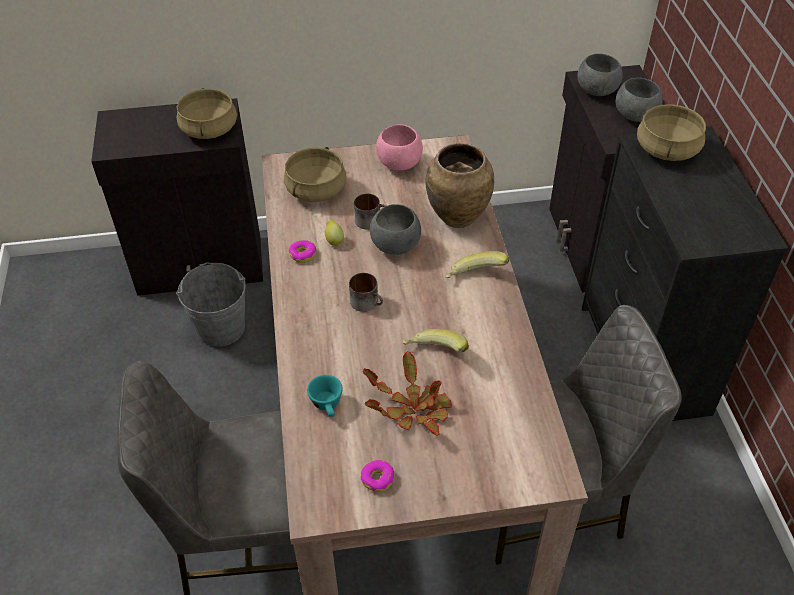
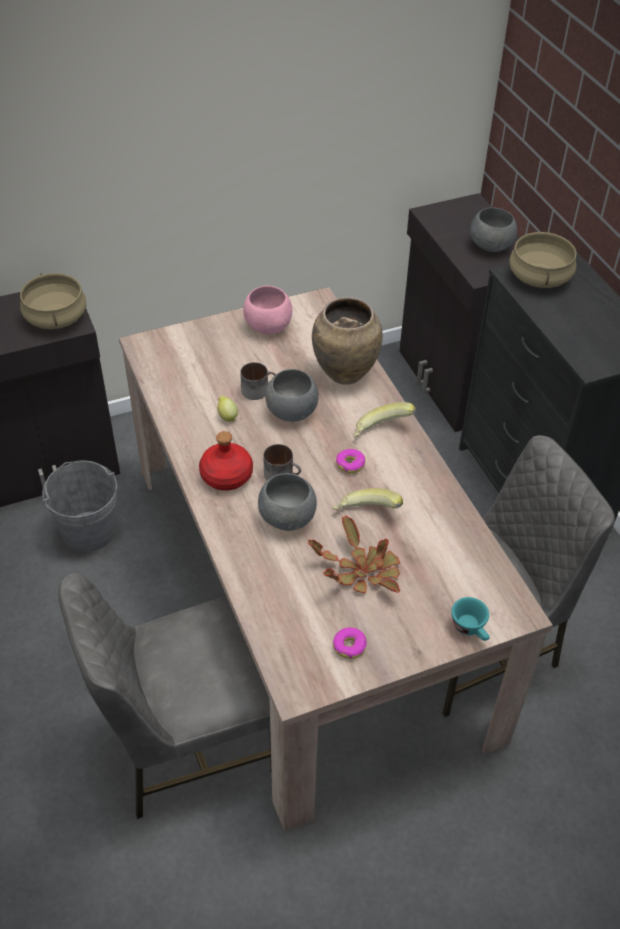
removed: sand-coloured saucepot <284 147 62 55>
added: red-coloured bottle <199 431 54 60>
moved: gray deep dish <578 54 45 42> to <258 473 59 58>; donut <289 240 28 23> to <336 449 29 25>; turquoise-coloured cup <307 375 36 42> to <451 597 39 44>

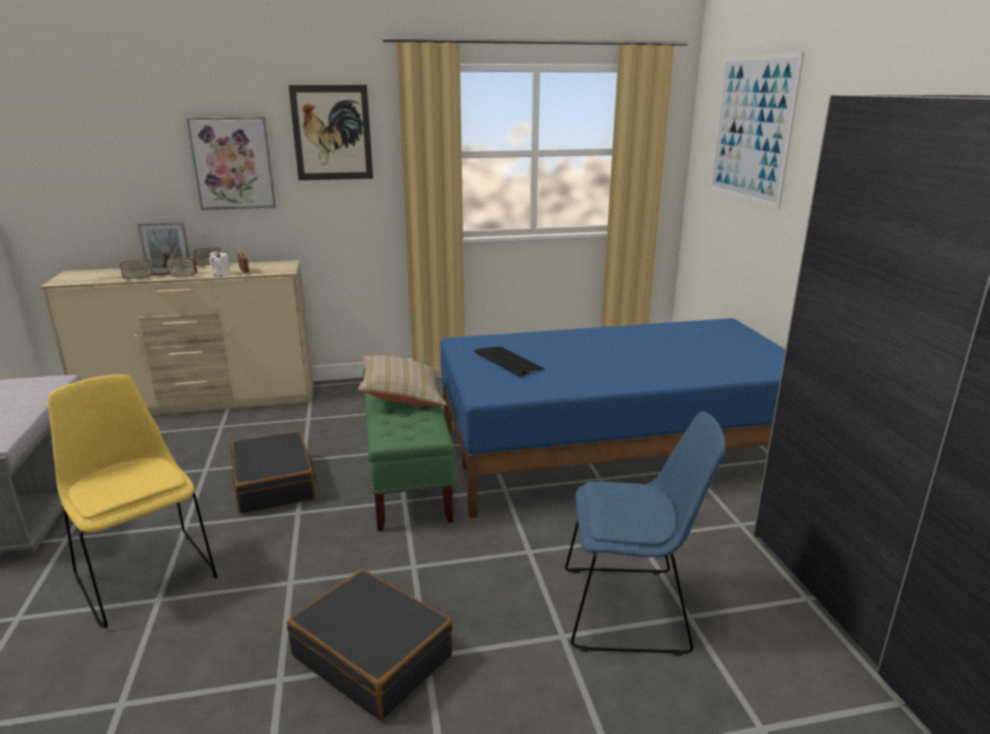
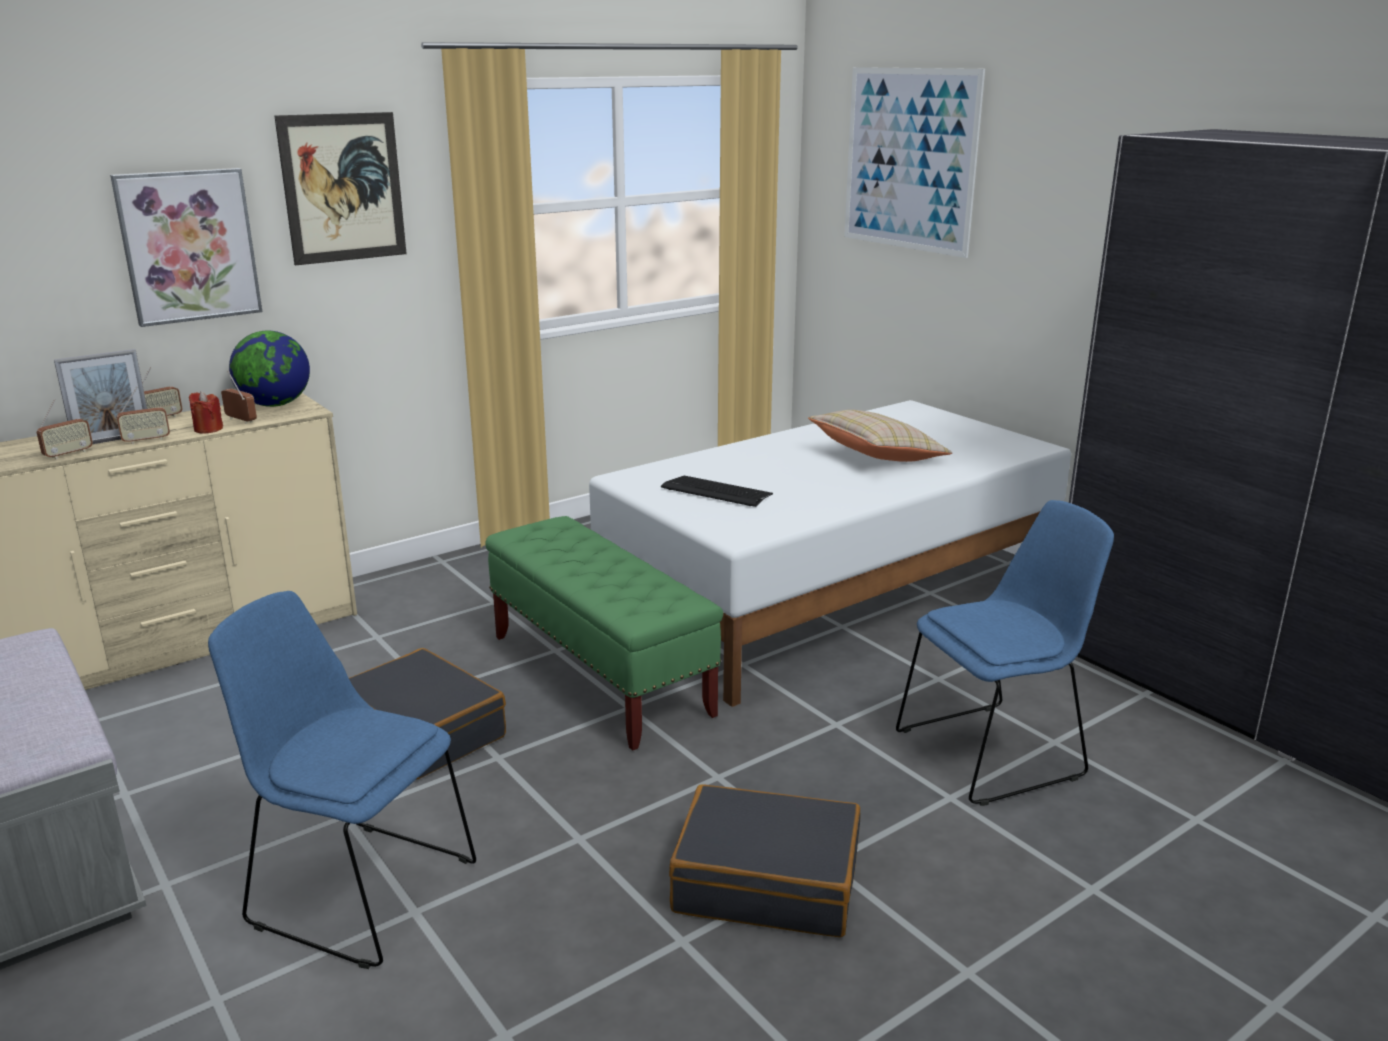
added: world globe <229 331 81 76>
moved: sand-coloured cushion <358 355 89 51> to <808 410 144 52>
recoloured: white wax light <209 251 22 26> to red-coloured wax light <189 391 34 43>; bluish bedroom bed <440 318 345 200> to white bedroom bed <589 400 482 307>; yellowish upright chair <48 374 170 254> to bluish upright chair <208 591 268 378>

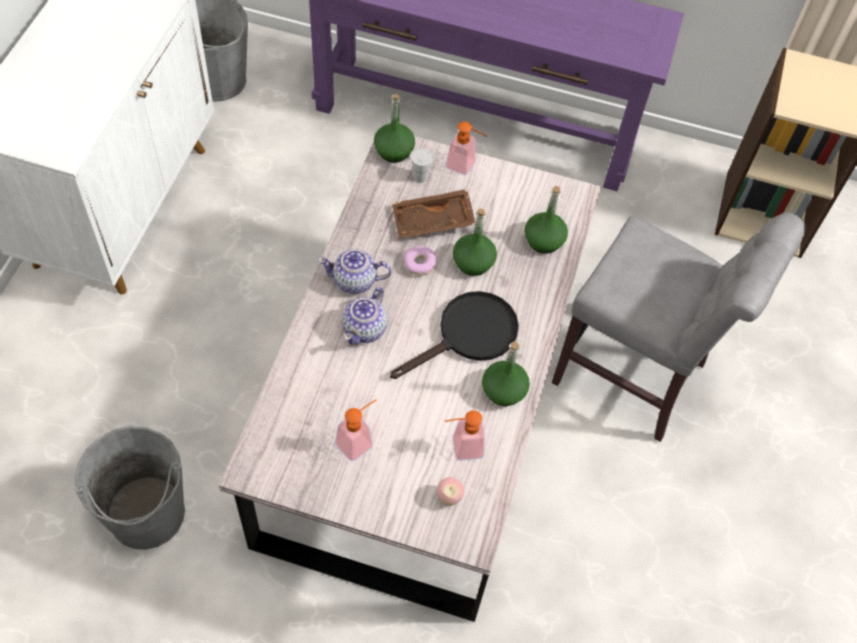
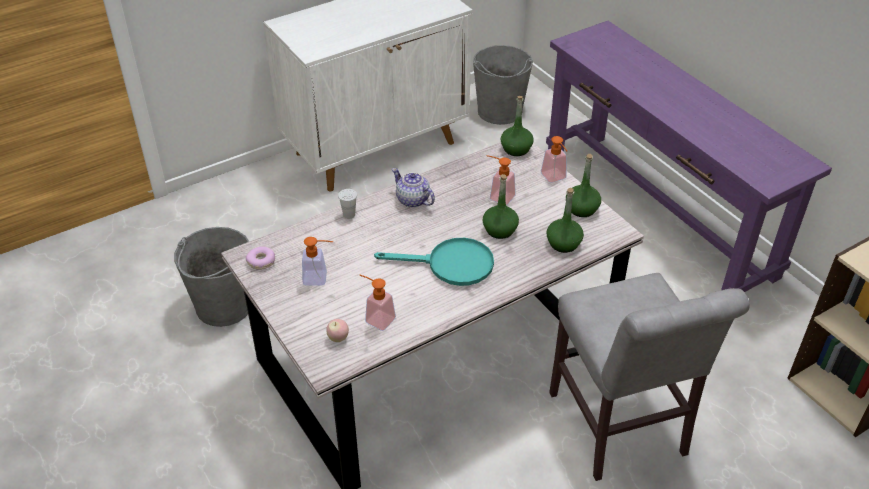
removed: tea pot <342 287 45 58>
moved: white cup <410 148 23 35> to <338 189 19 30>; donut <403 246 34 30> to <246 247 29 23>; green bottle <482 341 48 65> to <566 154 35 63>
replaced: brownish serving tray <392 189 84 50> to liquid soap bottle <487 155 29 50>
recoloured: black-coloured frying pan <390 291 129 88> to turquoise-coloured frying pan <374 238 120 48>

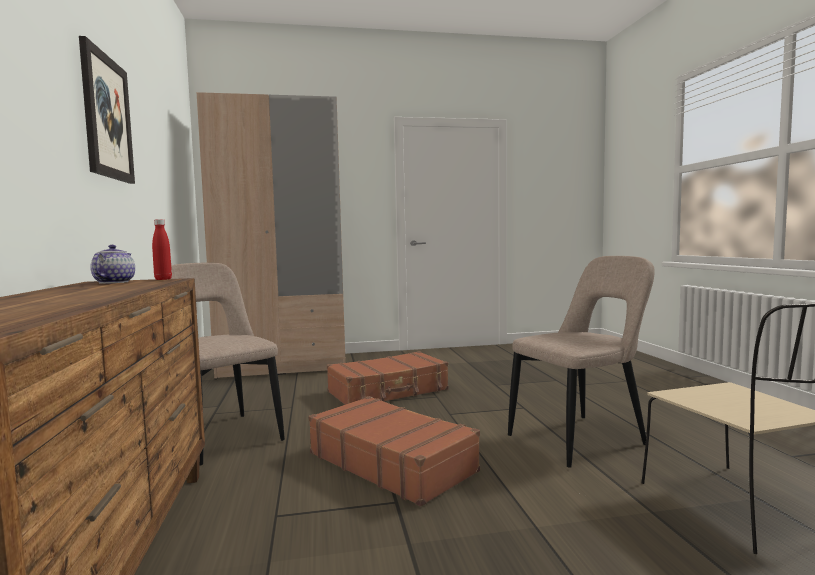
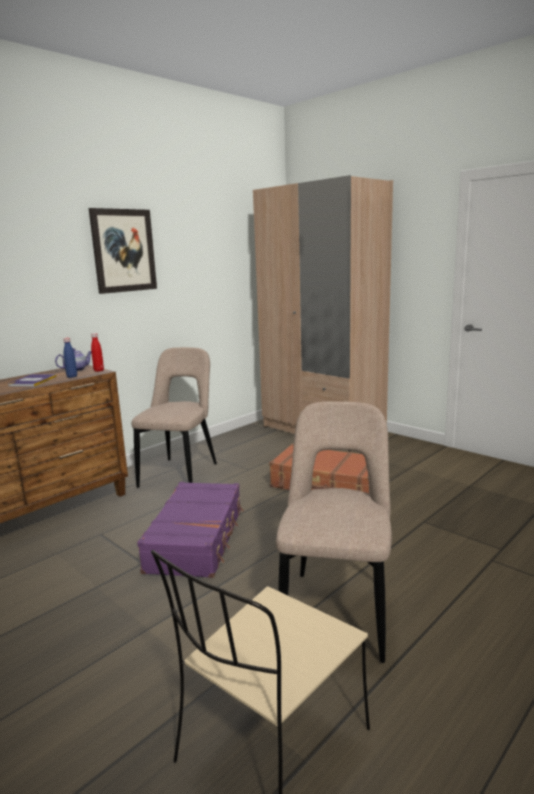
added: bluish bottle <64 338 13 40>; book <8 374 49 13>
recoloured: brownish travel case <308 396 172 111> to purple travel case <137 482 107 96>
turned: sand-coloured upright chair <508 256 147 211> = <276 401 116 262> 105 degrees counterclockwise

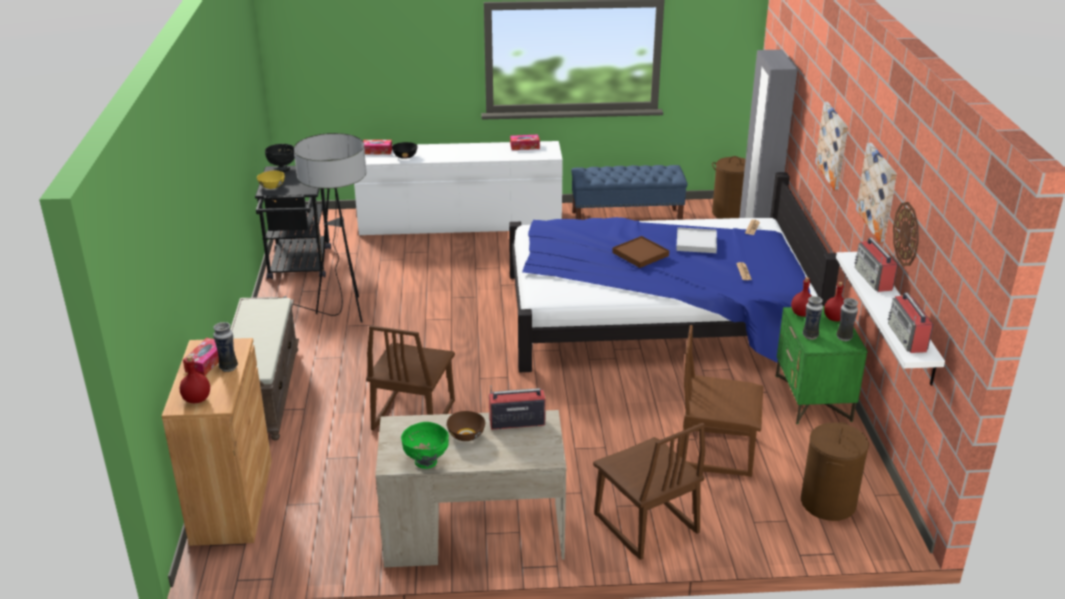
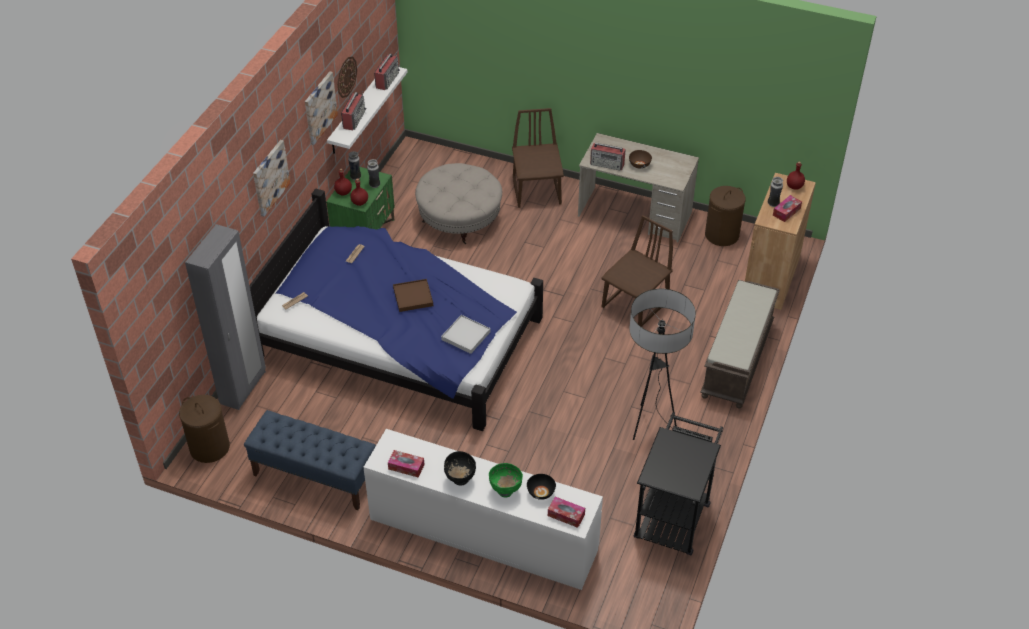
removed: yellowish deep dish <257 171 28 18>
moved: black-coloured deep dish <265 144 30 28> to <444 451 32 35>; white serving tray <676 227 41 26> to <441 315 50 39>; green deep dish <401 422 48 47> to <489 463 34 34>; brownish hamper <801 422 68 99> to <705 186 41 60>
replaced: brownish upright chair <680 325 83 152> to sand-coloured footrest <415 163 87 81>

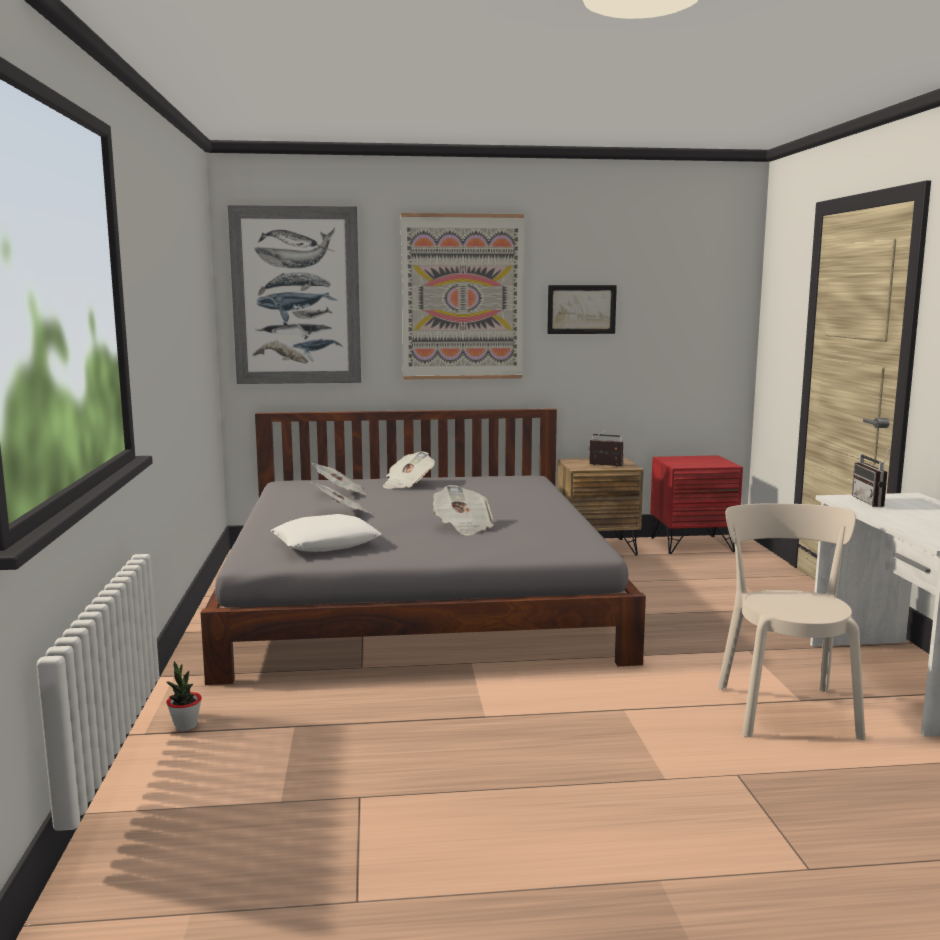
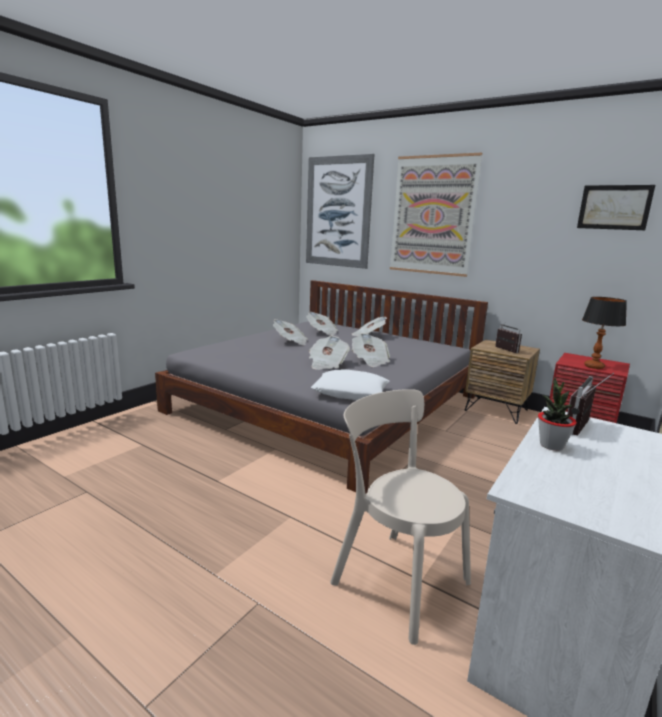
added: table lamp <582 297 45 72>; newspaper <352 333 38 34>
moved: picture <547 285 70 49> to <577 185 78 45>; white cushion <271 514 110 38> to <311 369 79 31>; houseplant <166 661 36 70> to <538 378 39 73>
turned: sand-coloured upright chair <717 503 148 237> = <330 389 141 256> 90 degrees counterclockwise

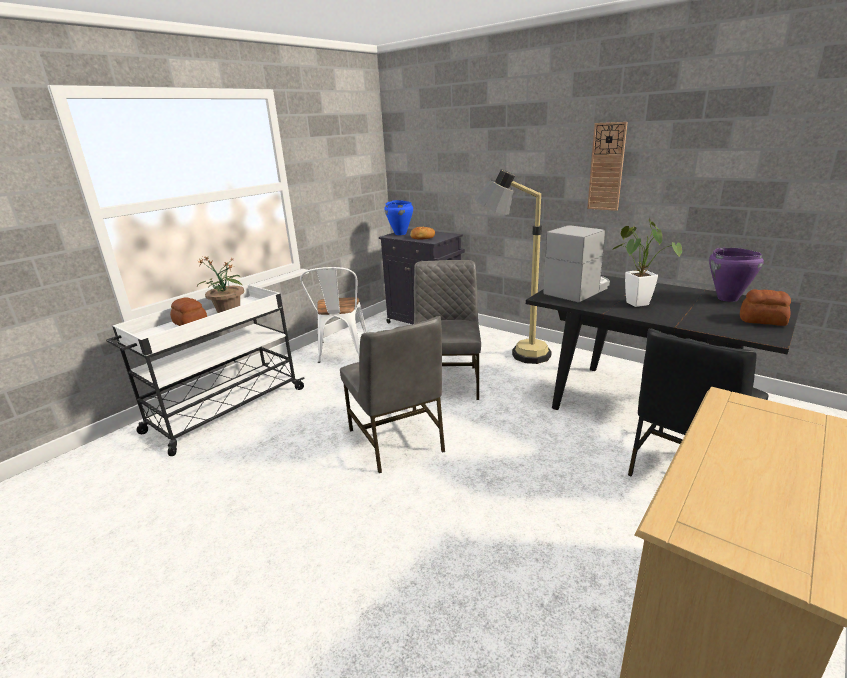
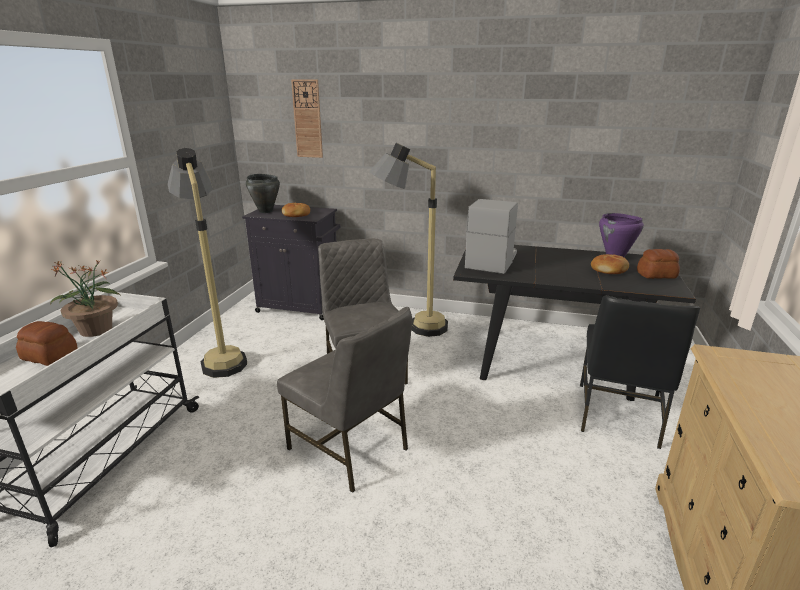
removed: houseplant <611 219 71 88>
added: bread <591 254 38 20>
moved: wall clock <587 122 41 89> to <291 80 32 78>
replaced: white upright chair <300 267 67 96> to floor lamp <167 148 80 230>
recoloured: bluish saucepot <384 200 29 35> to black-coloured saucepot <246 174 34 39>

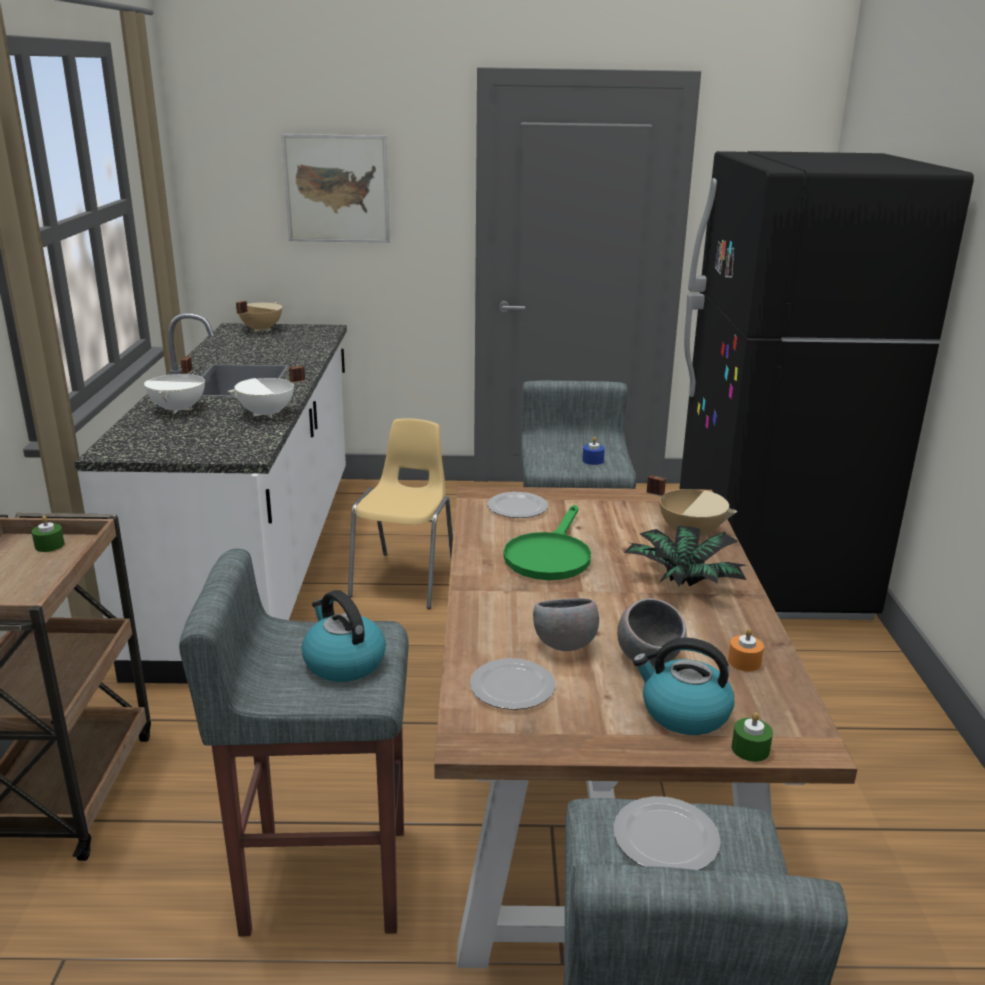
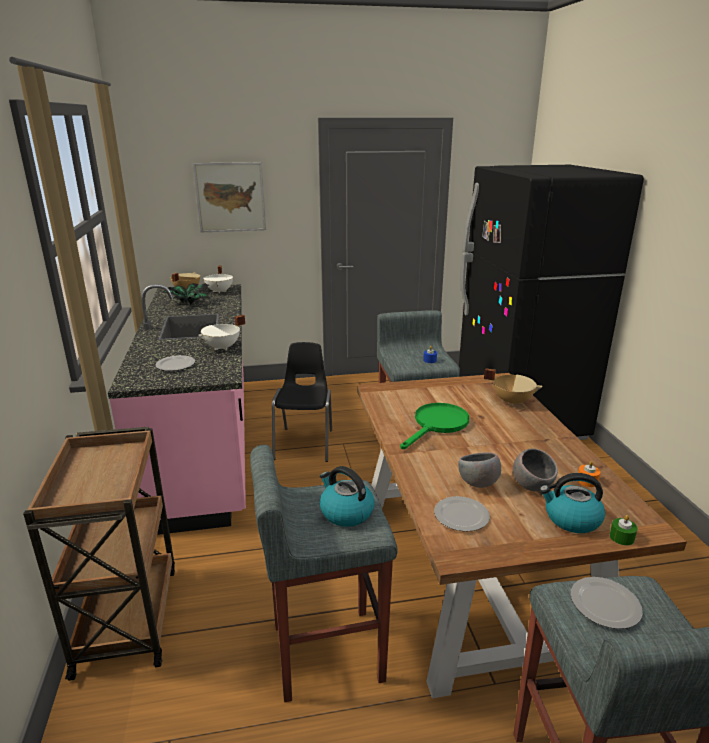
removed: green wax light <32 516 33 36>
moved: white saucepot <144 356 61 58> to <203 265 30 29>; flat dish <488 492 60 26> to <155 355 40 16>; houseplant <624 526 122 61> to <162 283 49 22>
recoloured: white kitchen base unit <75 313 272 370> to pinkish kitchen base unit <108 284 138 251>; yellowish upright chair <348 418 105 191> to black-coloured upright chair <272 342 60 120>
turned: green frying pan <503 505 88 75> = <400 403 69 46> 150 degrees counterclockwise

